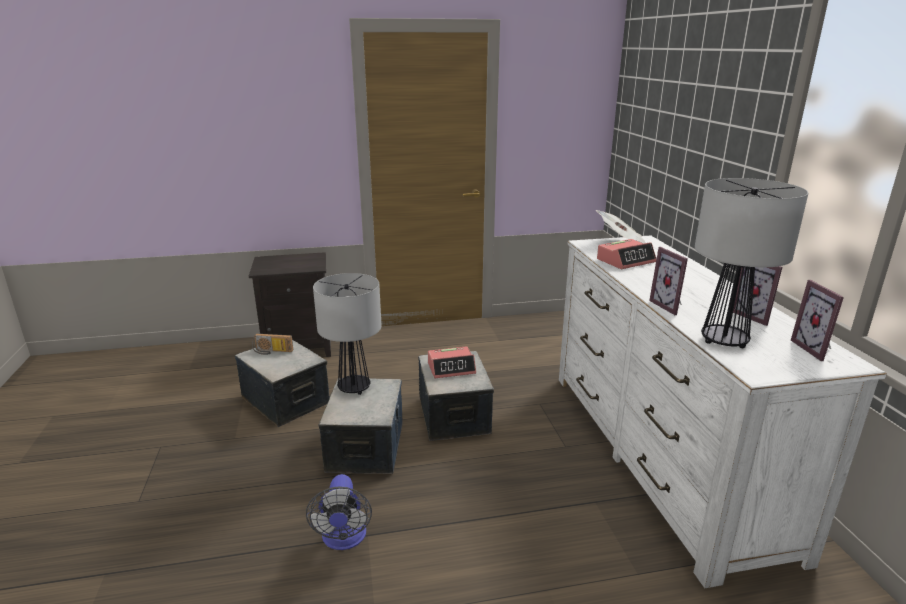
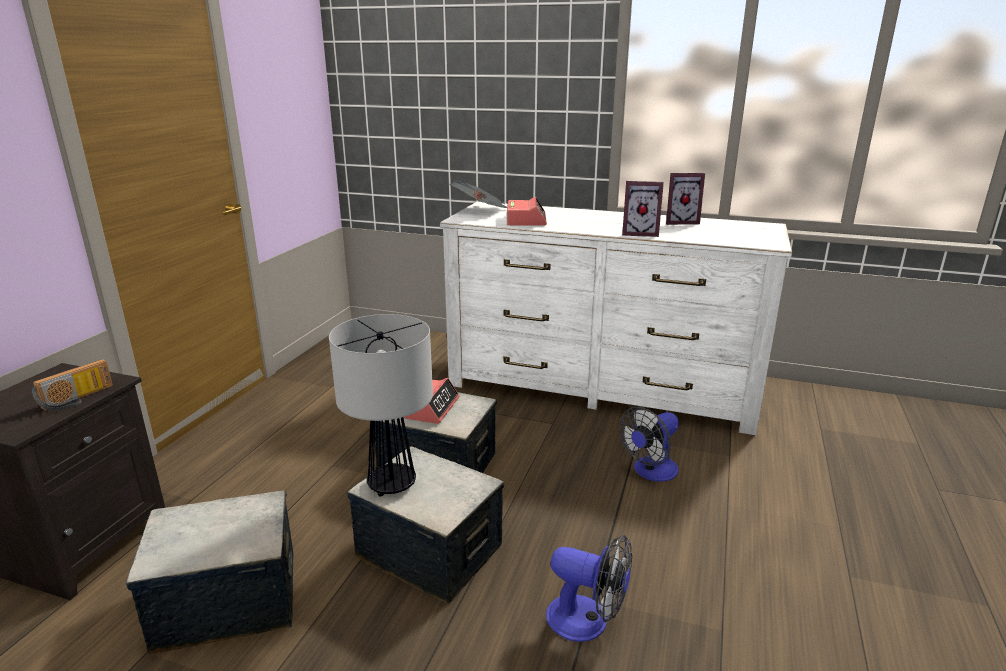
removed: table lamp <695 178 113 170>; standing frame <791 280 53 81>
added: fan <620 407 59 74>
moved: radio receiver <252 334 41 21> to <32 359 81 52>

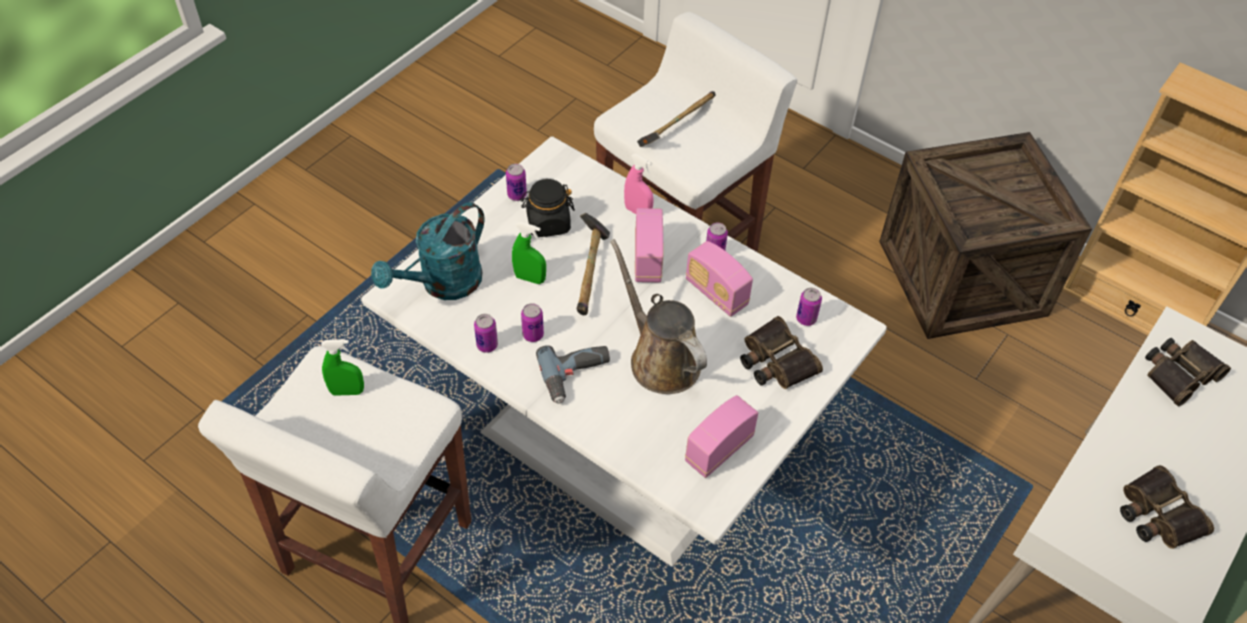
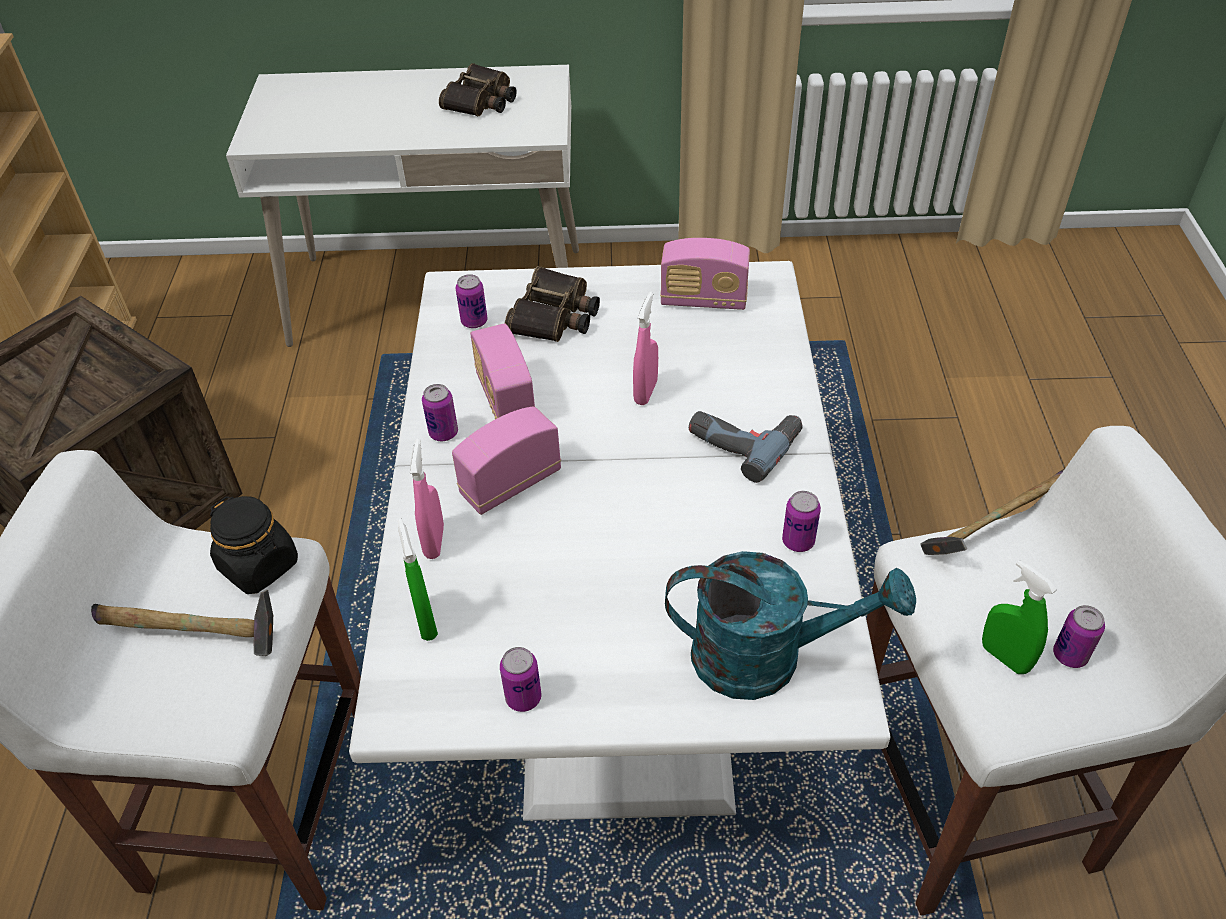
removed: binoculars <1145 338 86 68>
moved: black-coloured storage jar <520 179 55 58> to <210 496 88 98>; hand hammer <577 213 33 102> to <920 469 144 86>; green sprayer <512 222 34 62> to <397 519 41 122>; metal can <521 303 23 39> to <1053 605 52 63>
replaced: brownish watering can <610 239 97 155> to pinkish sprayer <633 292 25 113>
turned: radio receiver <686 241 67 76> = <470 323 65 96> 150 degrees clockwise

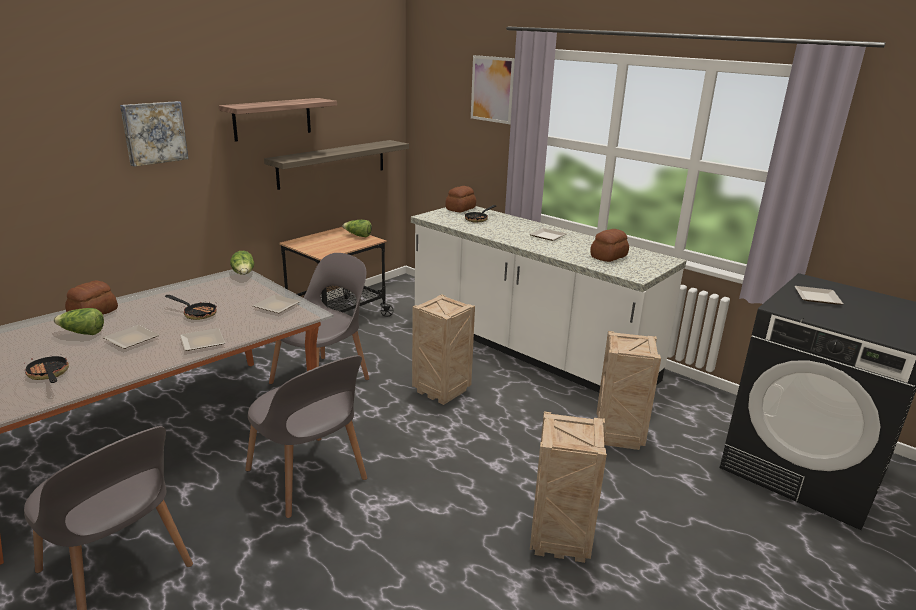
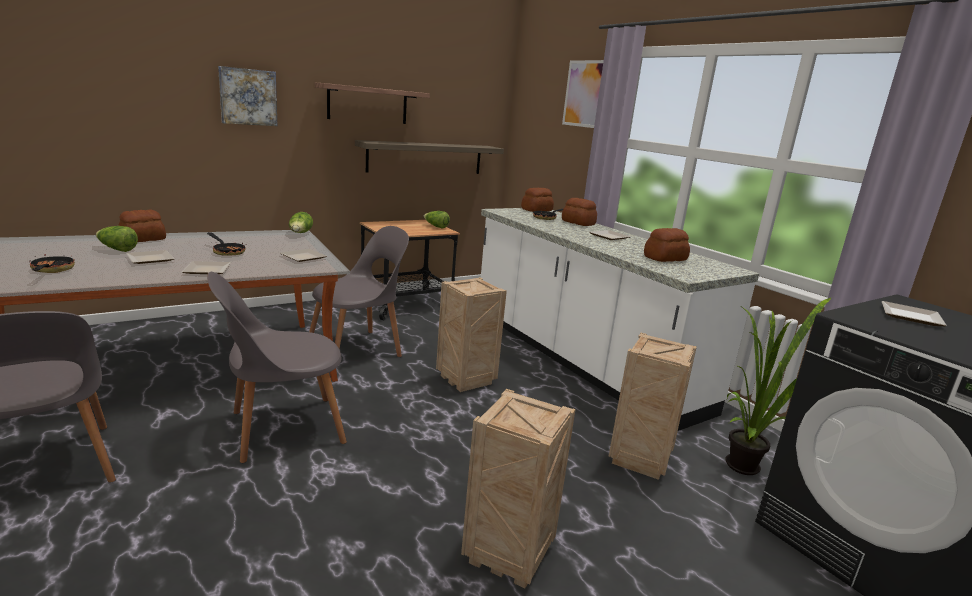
added: bread <562 198 35 28>; houseplant <725 298 106 177>
turned: gray upright chair <245 355 122 163> = <207 272 140 191> 90 degrees clockwise

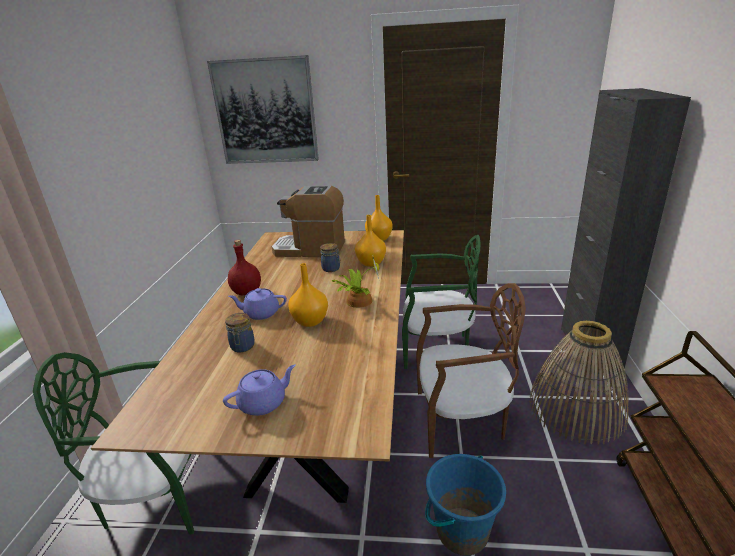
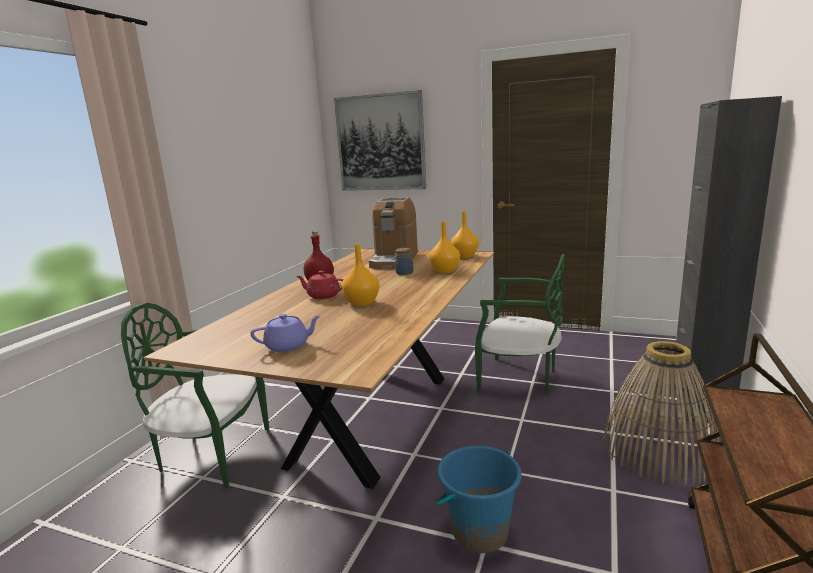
removed: houseplant <332 255 47 53>; brownish upright chair <416 283 110 175>; storage jar <225 313 30 39>
recoloured: purple tea pot <228 288 59 32> to red-coloured tea pot <296 271 48 28>
turned: coffee brewer <272 186 73 71> = <369 197 49 72> 105 degrees counterclockwise

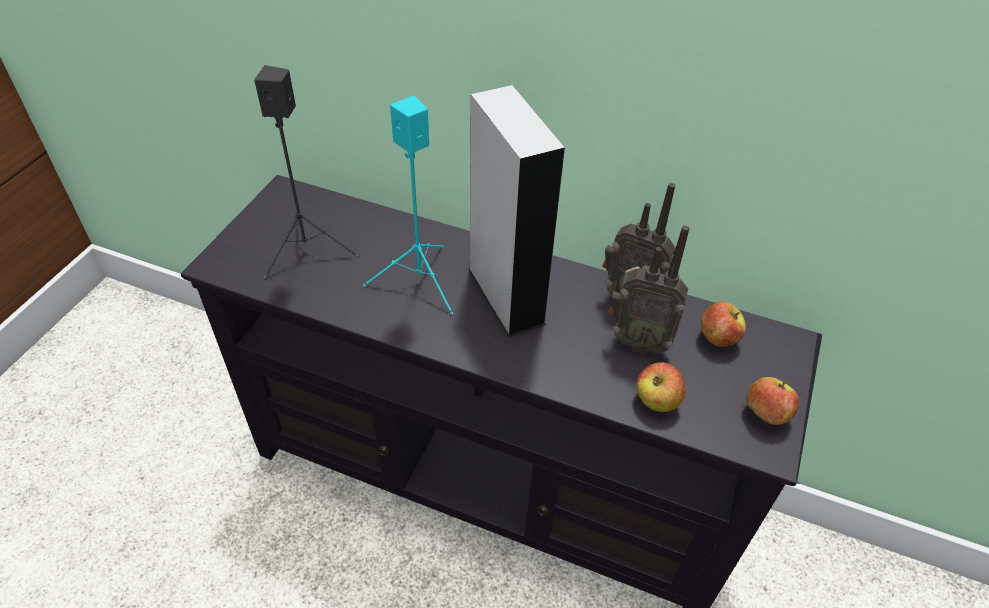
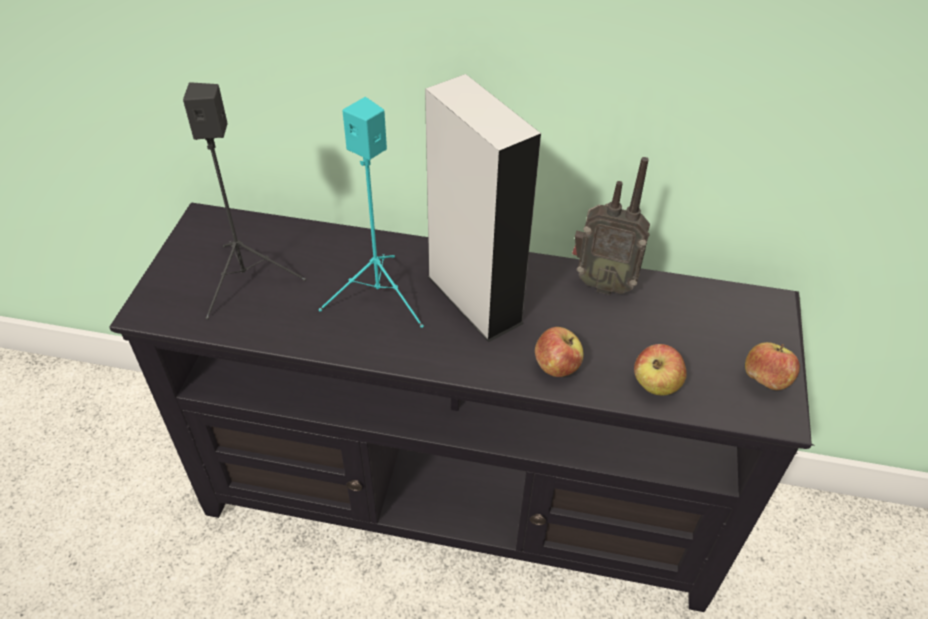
removed: radio receiver <608 225 82 129>
moved: whole apple <701 302 45 45> to <535 327 49 50>

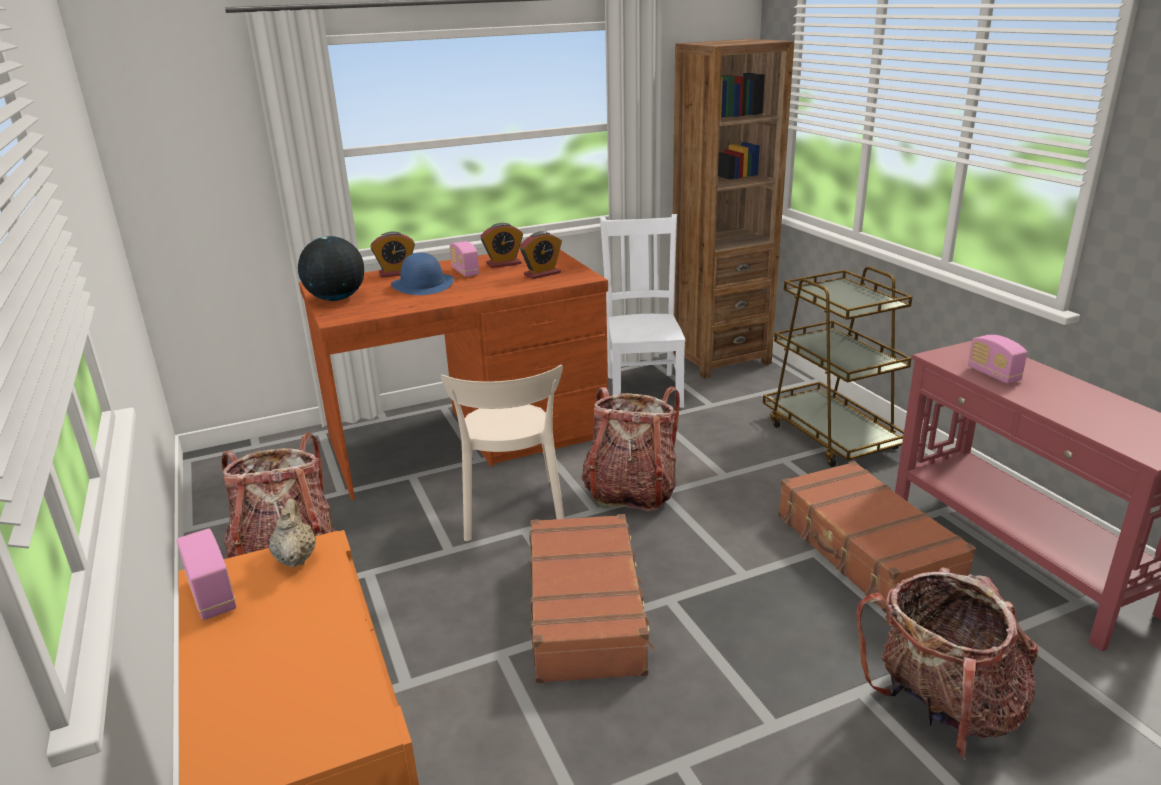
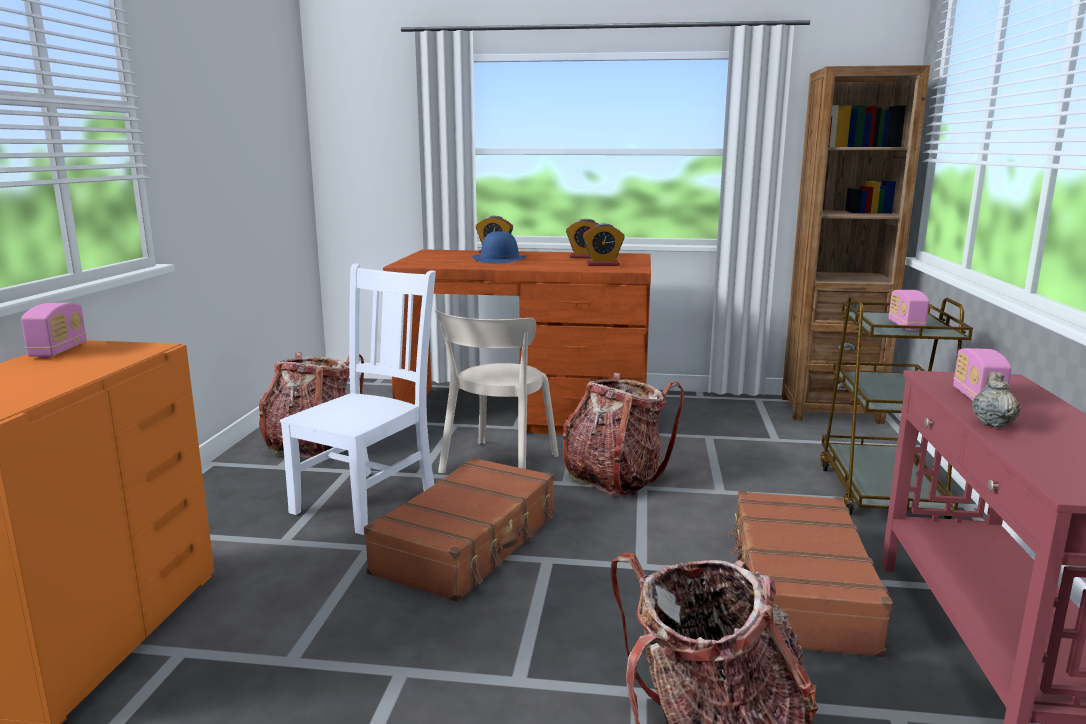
removed: world globe <298 236 66 65>
moved: white upright chair <600 214 85 194> to <280 264 156 271>; radio receiver <450 241 29 36> to <889 290 40 41>; sand-coloured tea pot <269 499 47 68> to <972 371 49 57>

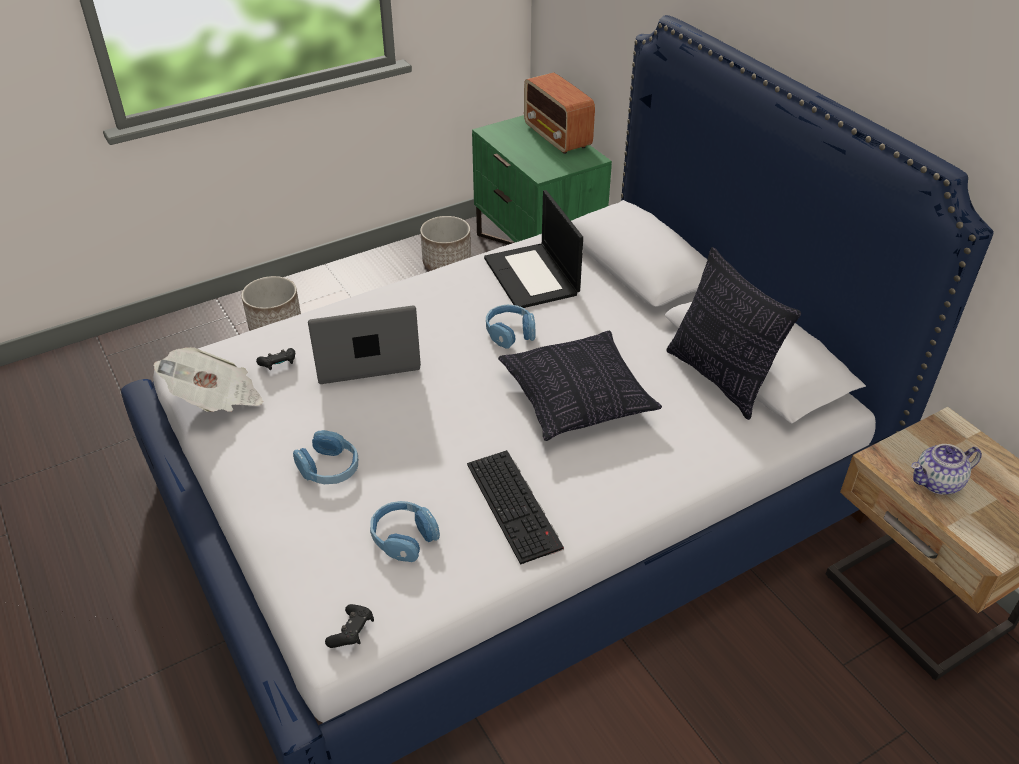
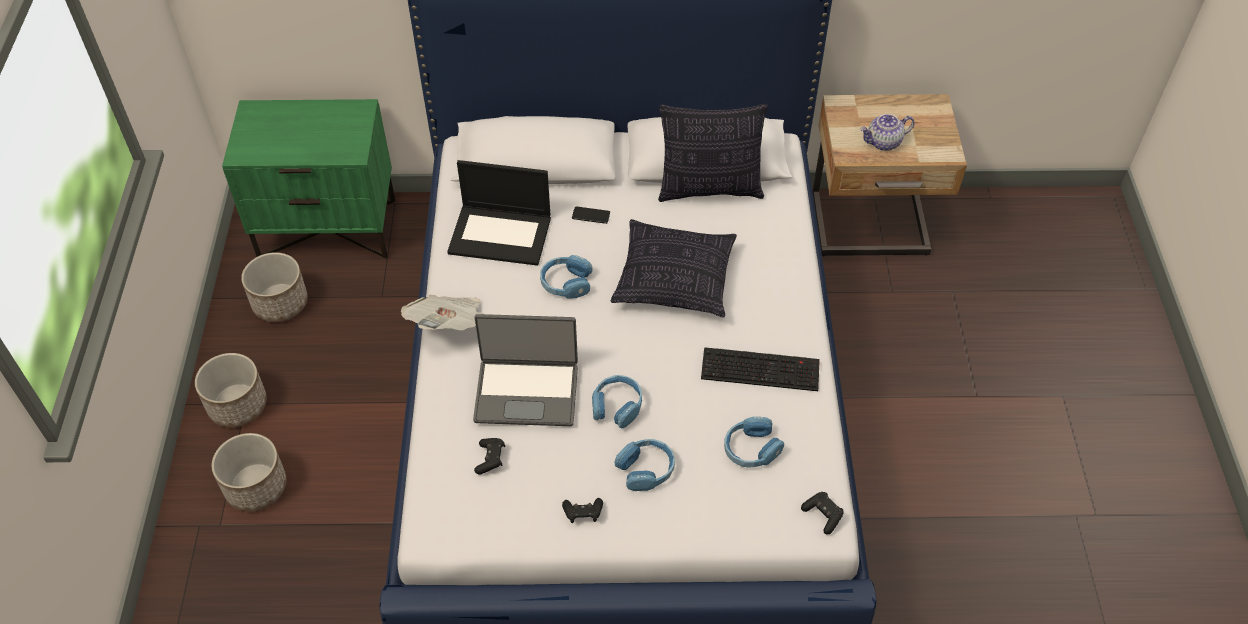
removed: radio receiver <524 72 71 82>
added: telephone <572 206 38 18>; flower pot <195 353 72 74>; bluish headset <592 375 50 53>; black-coloured game controller <562 498 41 25>
moved: newspaper <154 347 110 65> to <401 295 83 35>
turned: portable computer <308 306 113 78> = <473 314 105 112> 105 degrees counterclockwise; tea pot <911 444 71 51> = <860 114 55 37> 60 degrees clockwise

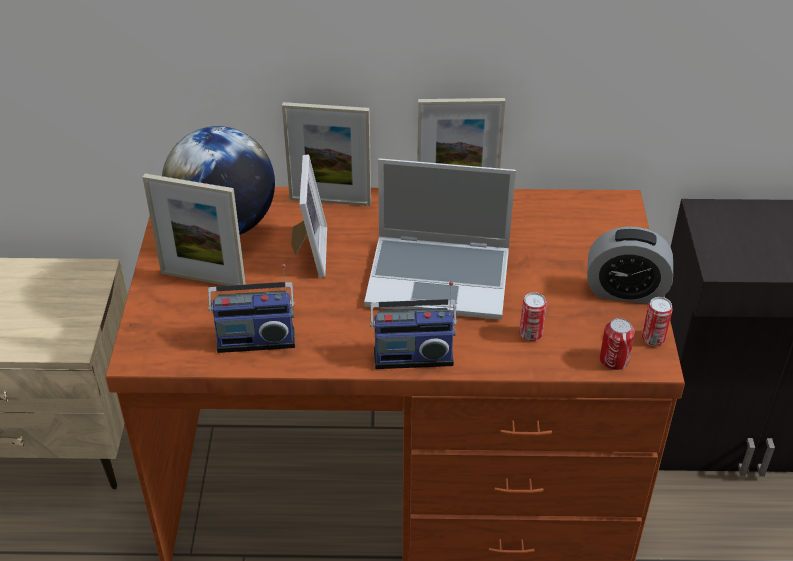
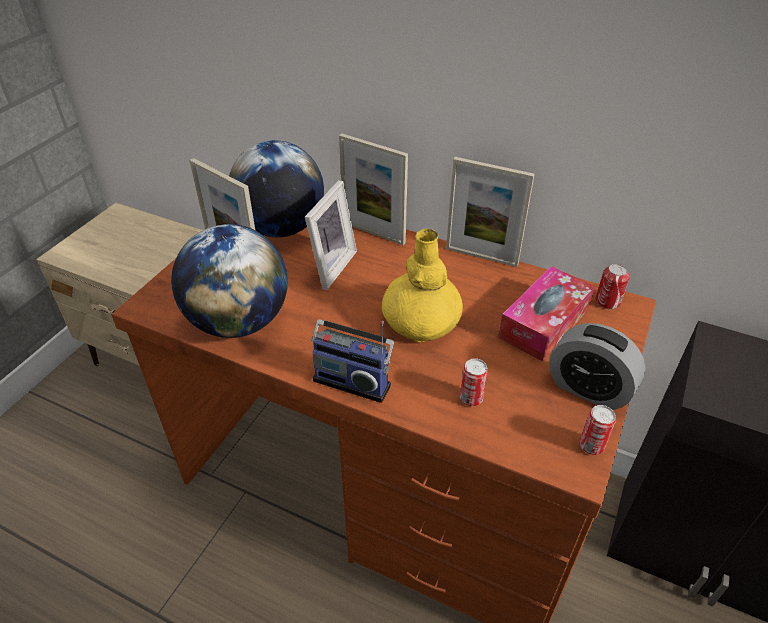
added: tissue holder <498 266 97 95>
moved: metal can <600 318 35 52> to <596 264 34 45>
replaced: portable computer <364 158 152 161> to yellowish flower vase <382 229 81 114>; radio receiver <208 264 87 89> to world globe <171 224 117 114>

